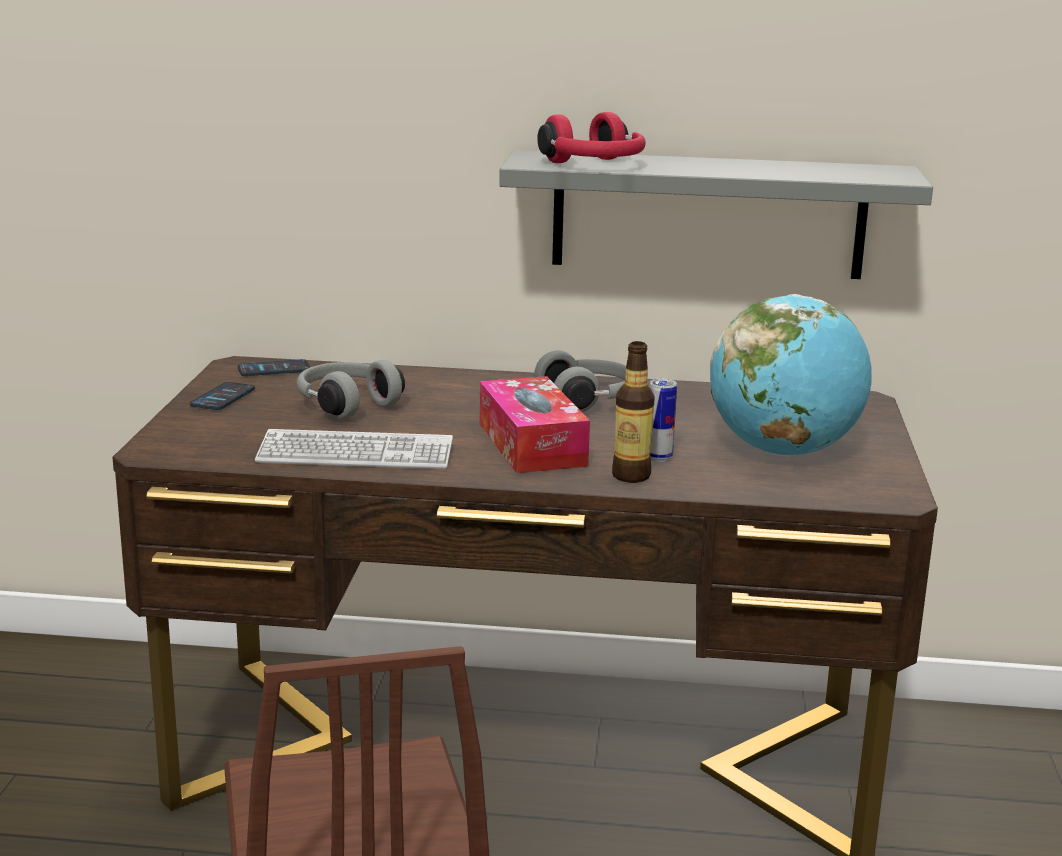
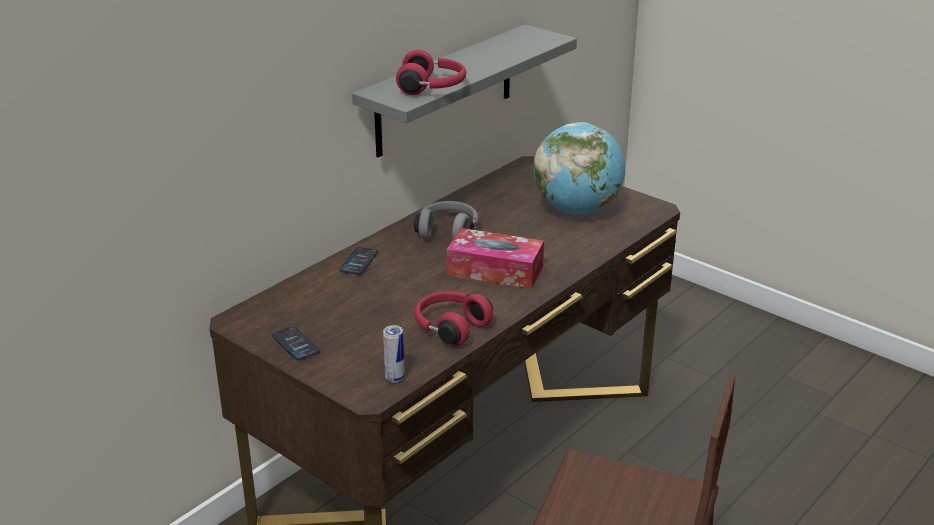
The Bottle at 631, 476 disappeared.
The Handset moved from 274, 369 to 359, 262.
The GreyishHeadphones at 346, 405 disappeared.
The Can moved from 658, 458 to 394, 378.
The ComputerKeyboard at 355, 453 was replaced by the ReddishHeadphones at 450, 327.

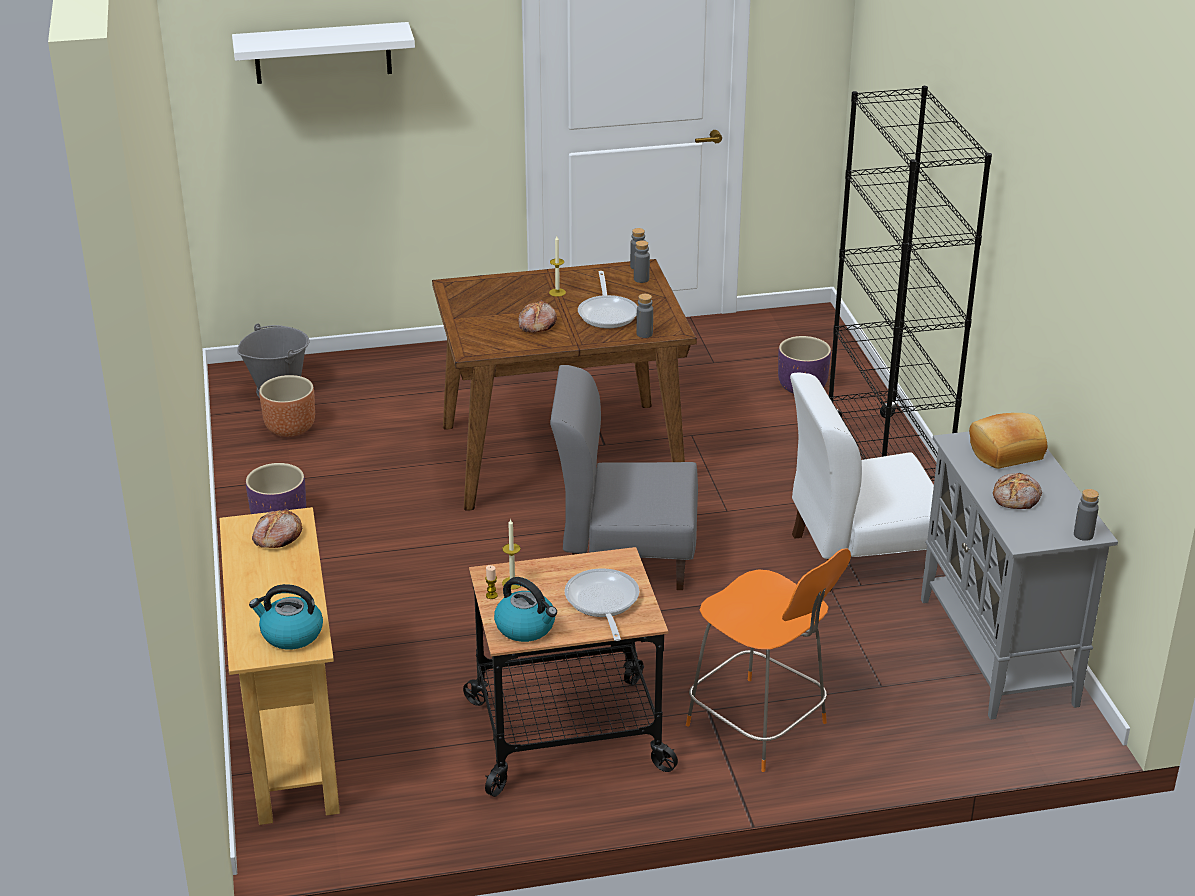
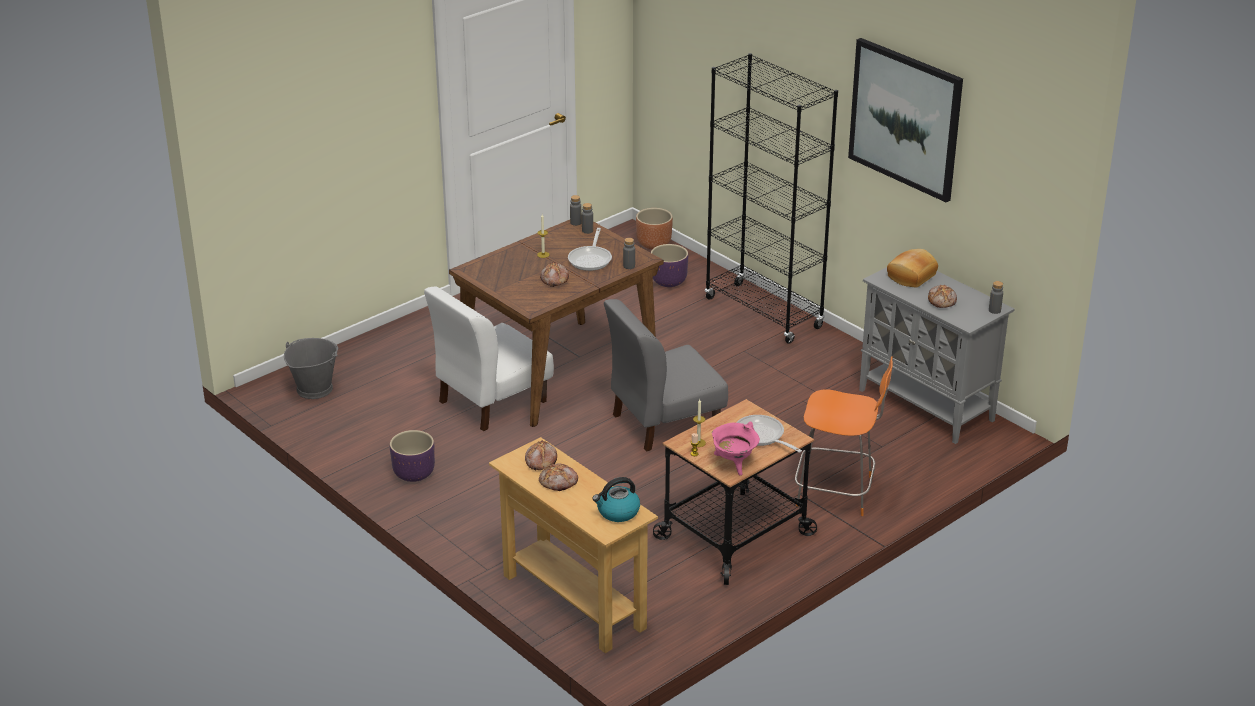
The WhitishWallShelf at 322, 53 disappeared.
The FryingPan at 608, 313 turned 45 degrees clockwise.
The WhitishPlainChair moved from 860, 555 to 491, 401.
The BrownColouredPlantPot moved from 291, 428 to 654, 244.
The TeaKettle at 526, 627 was replaced by the PinkCookingPot at 734, 464.
The WallPicture at 905, 118 appeared.
The BakedBread at 559, 482 appeared.

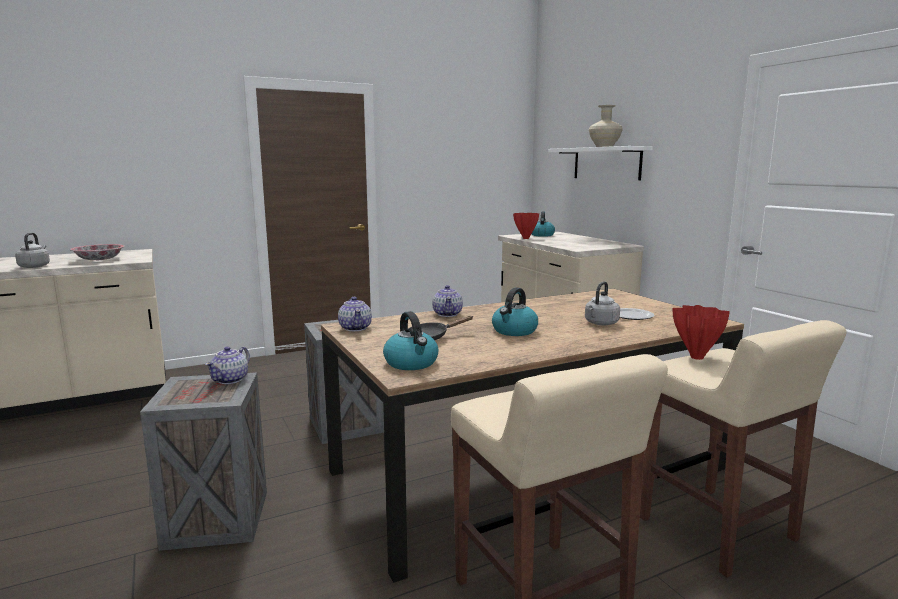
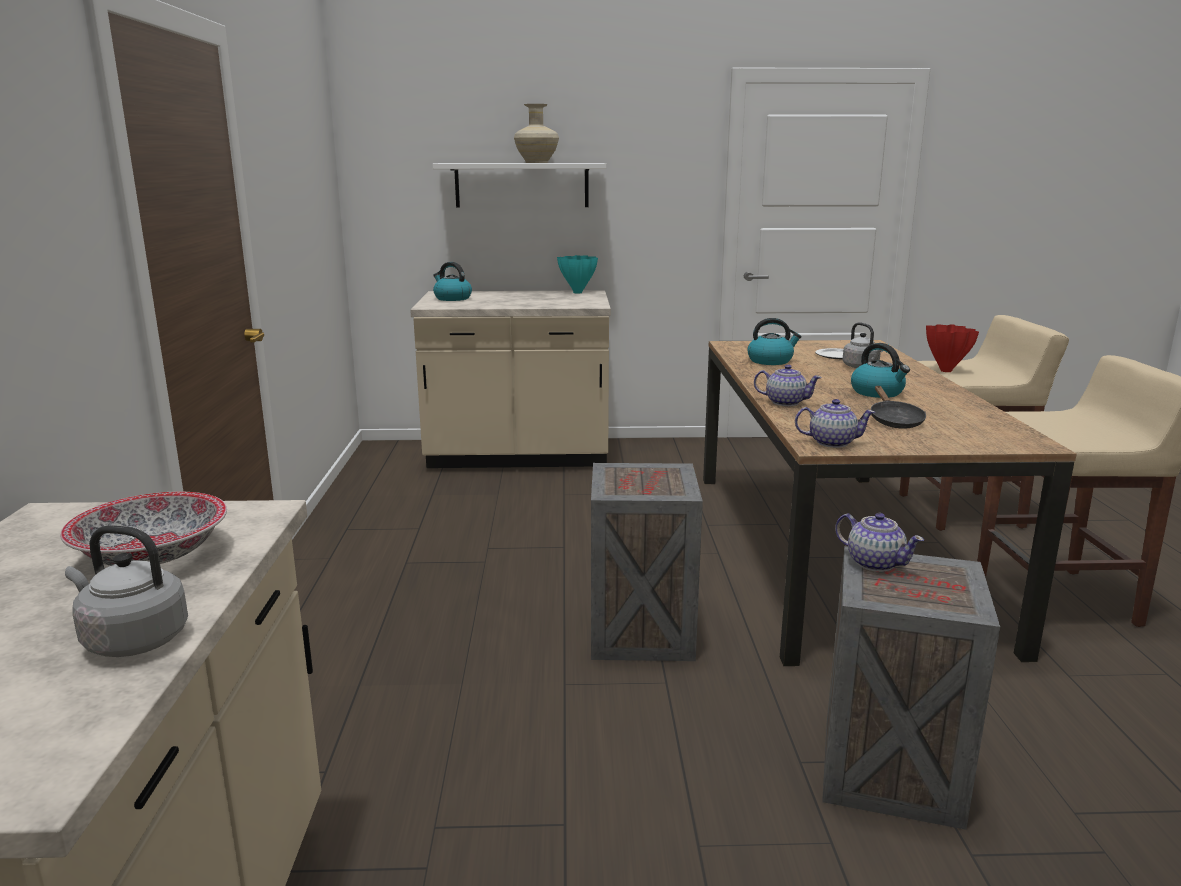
The ReddishFlowerVase at 525, 238 disappeared.
The TeaKettle moved from 411, 363 to 771, 361.
The BlueGreenFlowerVase at 578, 292 appeared.

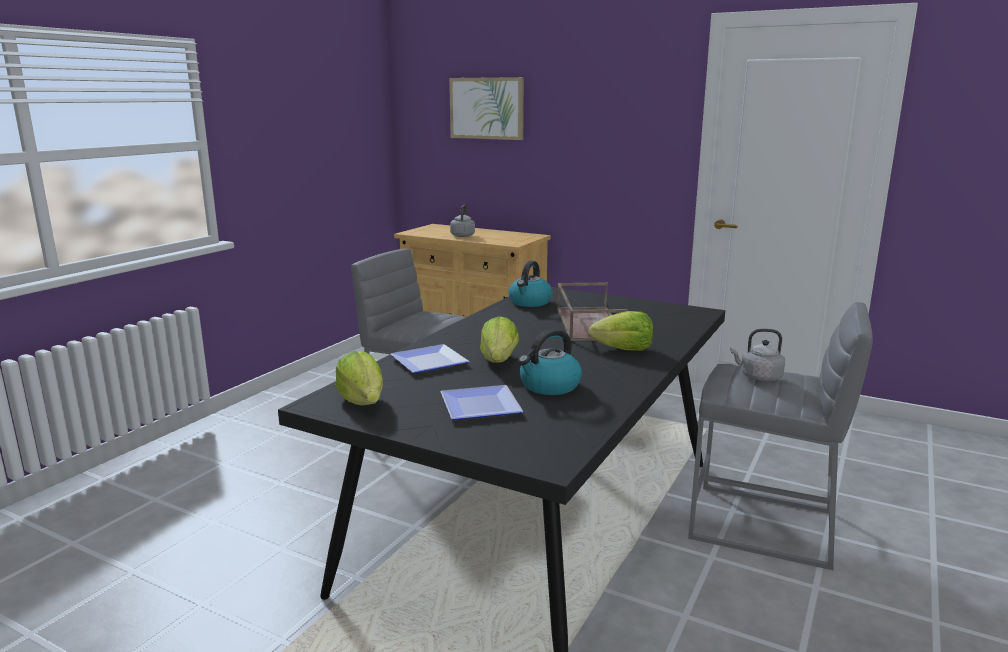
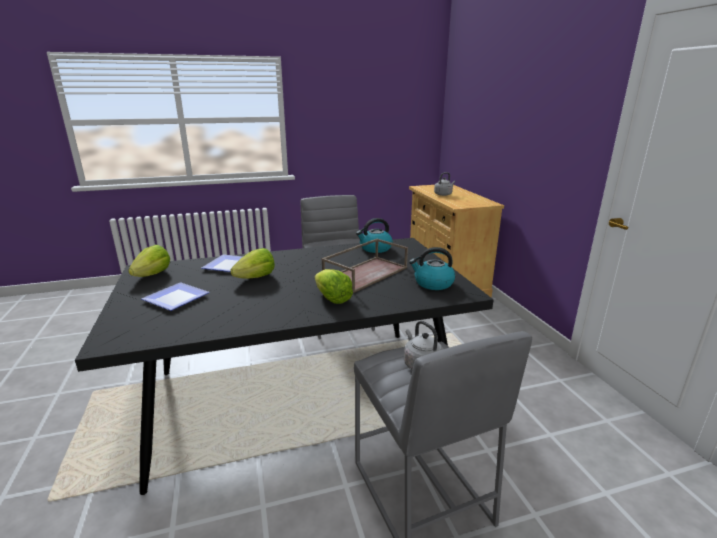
The WallPicture at 487, 108 disappeared.
The TeaKettle moved from 549, 386 to 433, 283.

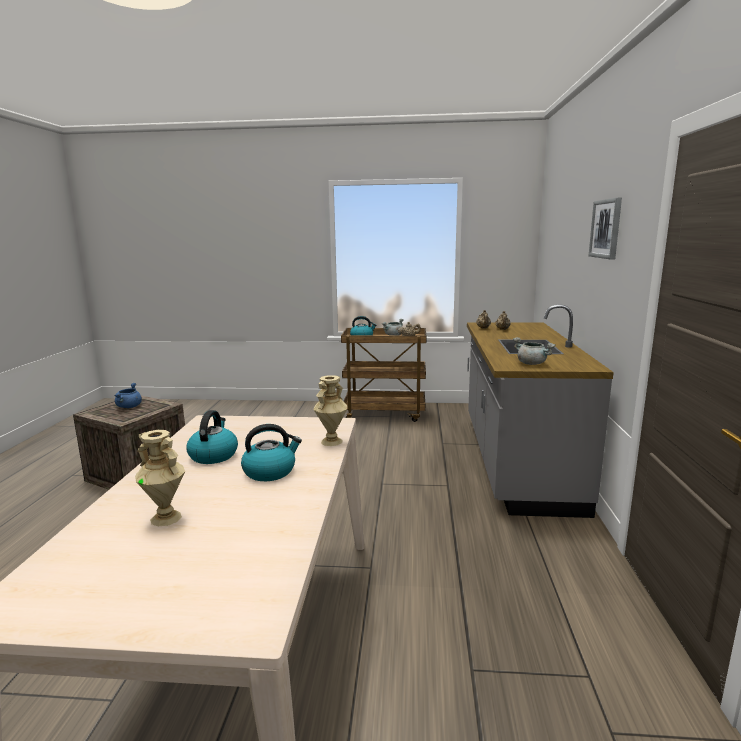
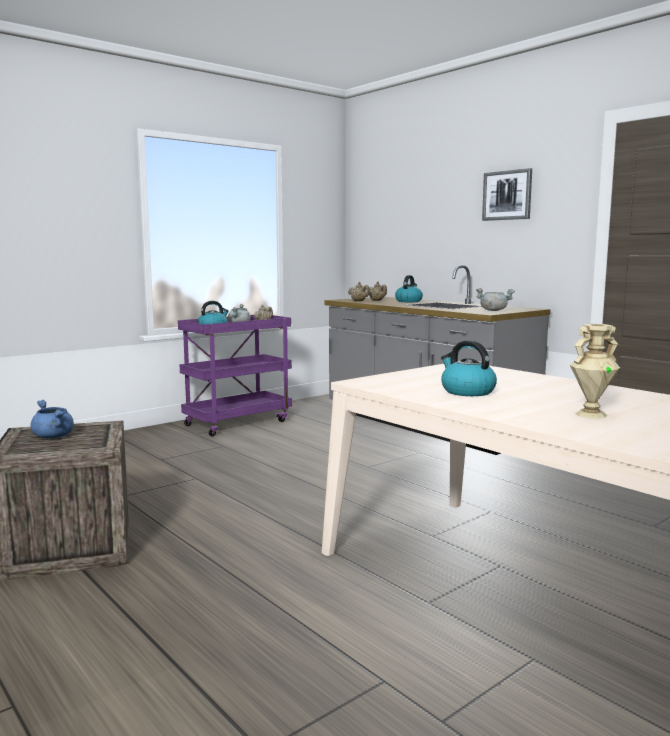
The BrownColouredWheeledCart at 385, 414 became the PurplishWheeledCart at 238, 423.
The BeigeColouredFlowerVase at 332, 441 disappeared.
The TeaKettle moved from 270, 471 to 408, 301.

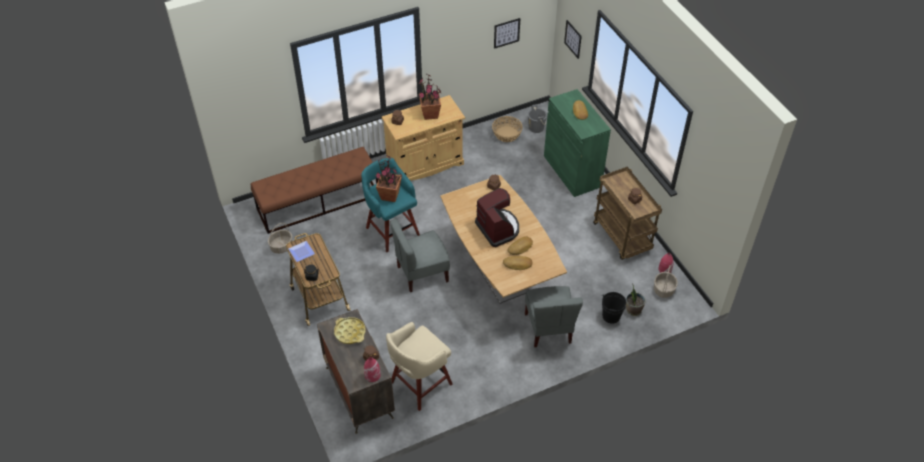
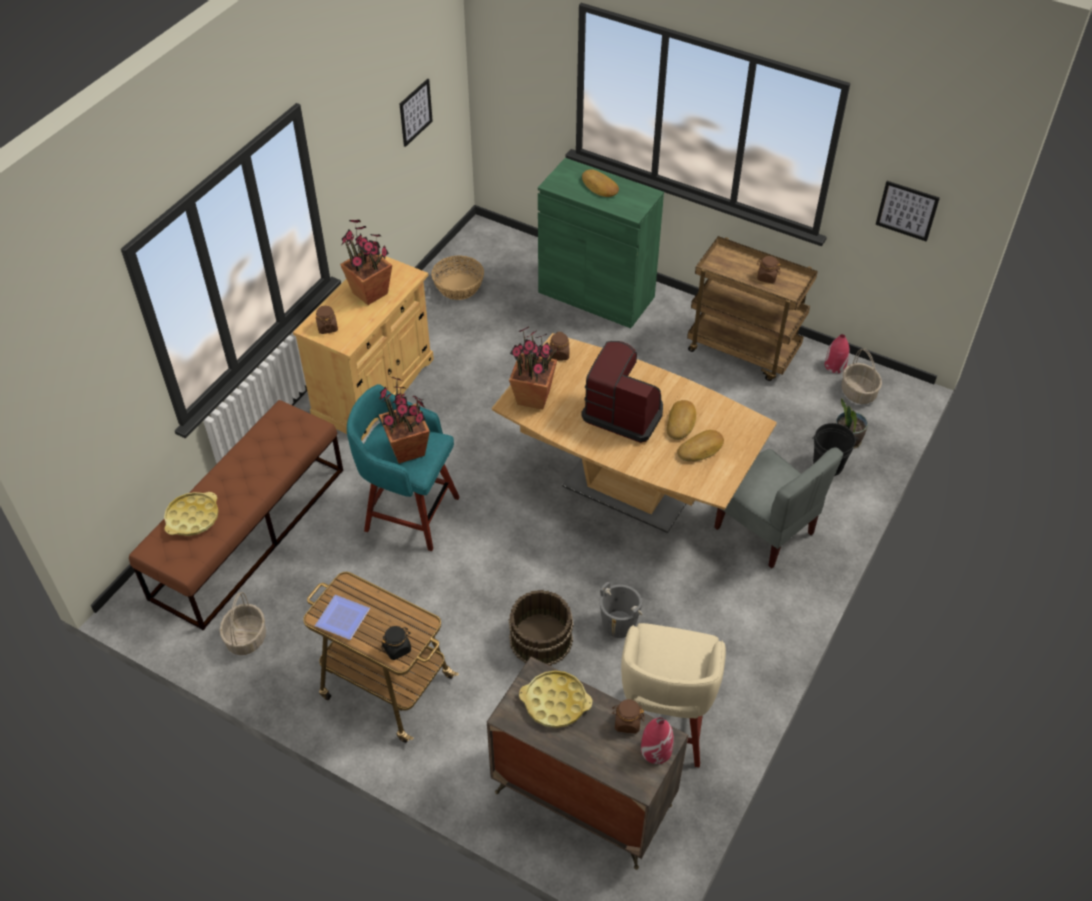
The WallPicture moved from 573, 39 to 907, 210.
The GreyishPail moved from 536, 127 to 619, 624.
The GreyishPlainChair at 422, 273 disappeared.
The PlantInAPot at 534, 397 appeared.
The YellowishServingTray at 192, 517 appeared.
The BrownColouredPail at 540, 638 appeared.

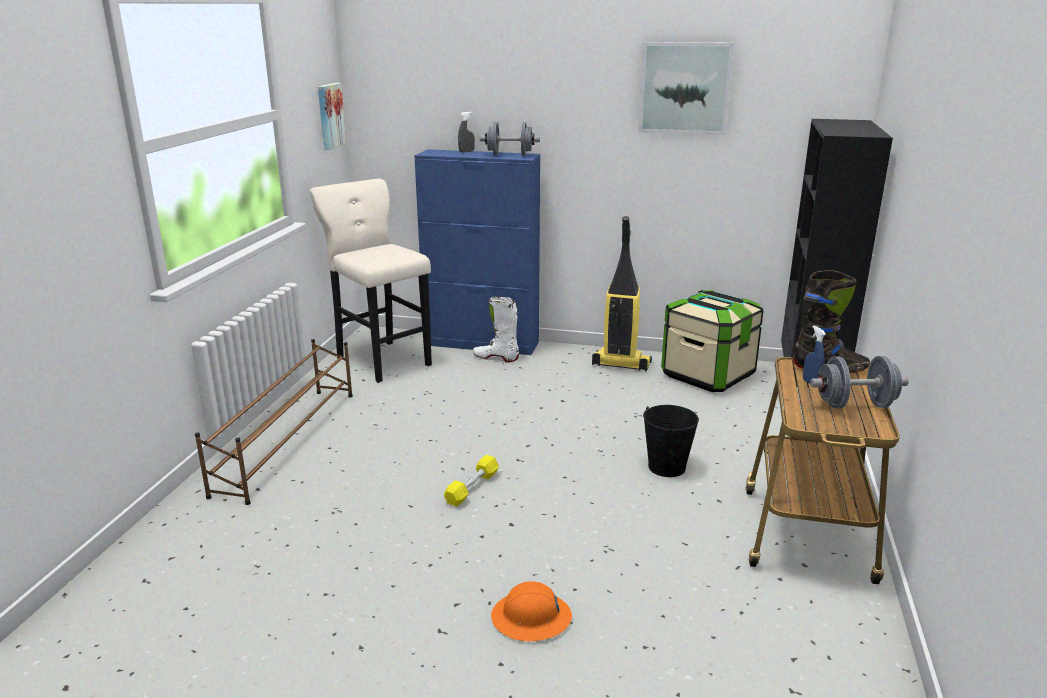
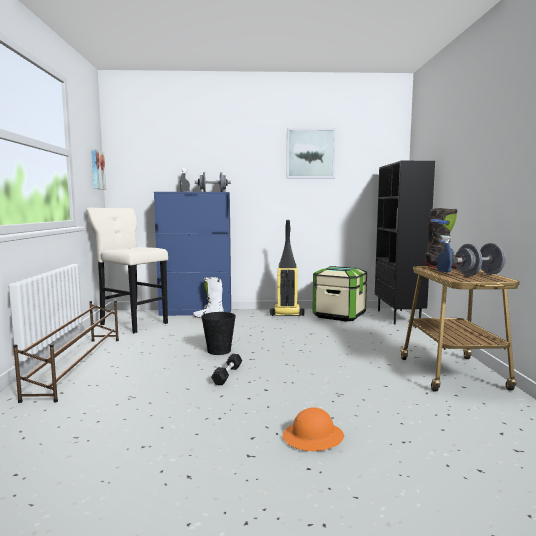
The BlackPail moved from 666, 467 to 219, 350.
The YellowishHandWeight at 472, 488 became the BlackHandWeight at 227, 375.

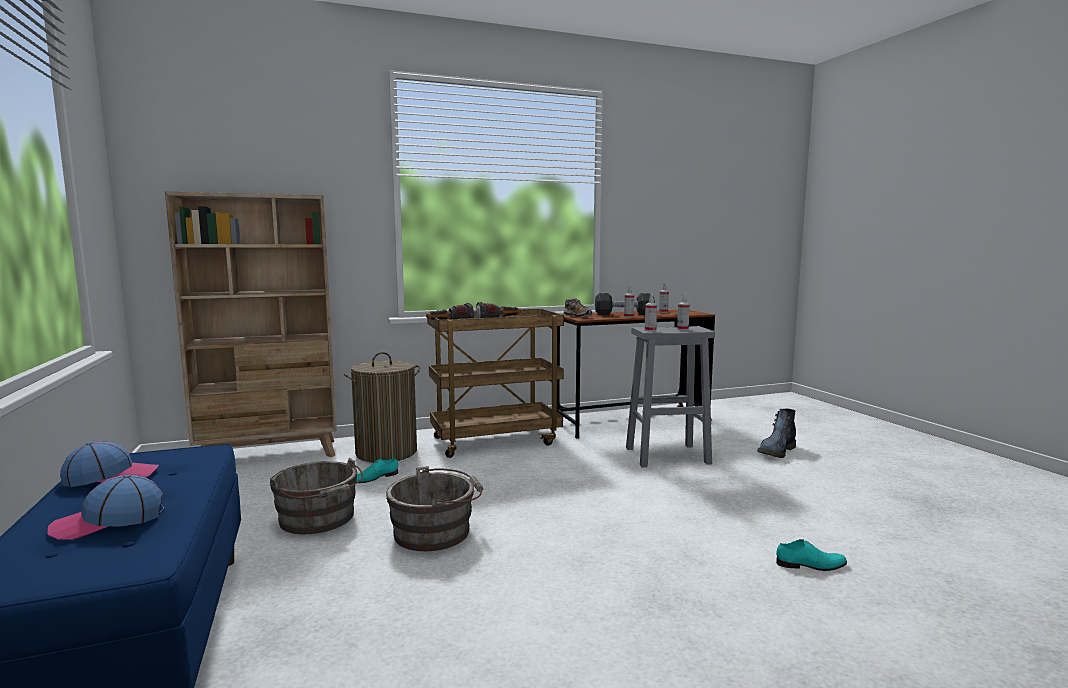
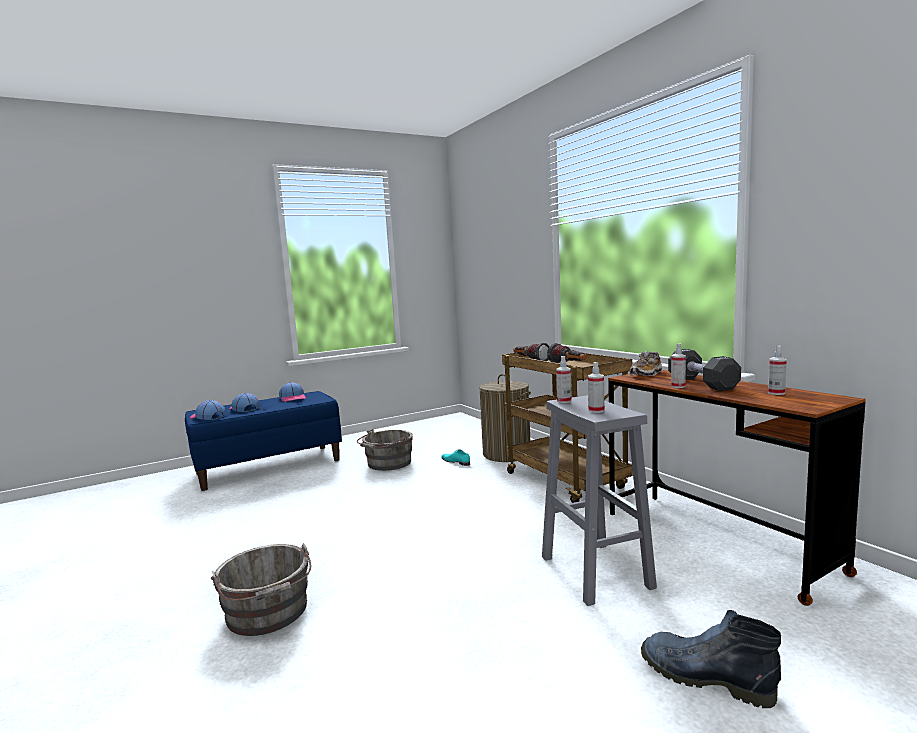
The BeigeColouredShelvingUnit at 270, 455 disappeared.
The GreyishPail moved from 436, 532 to 268, 613.
The BlueGreenShoe at 811, 565 disappeared.
The Cap at 207, 416 appeared.

